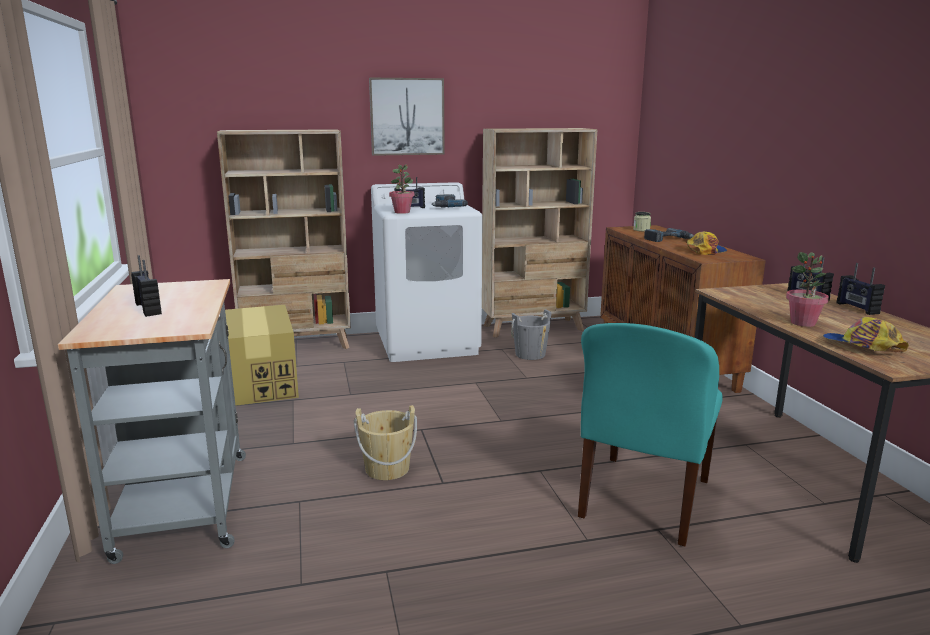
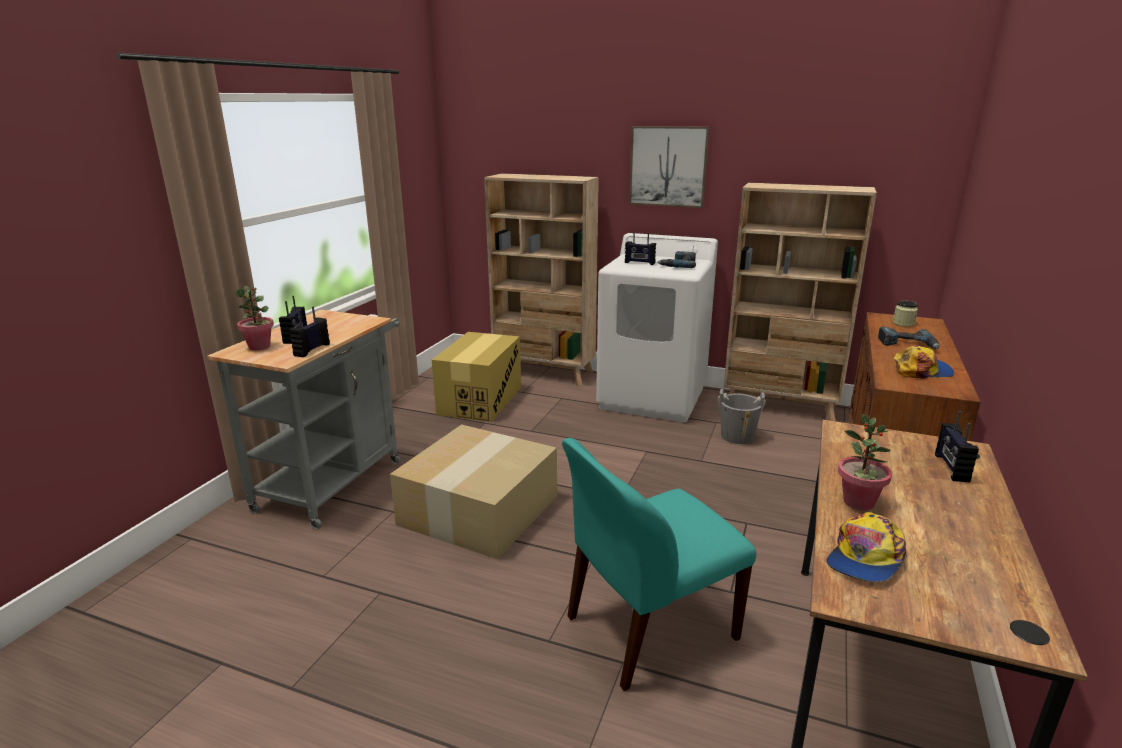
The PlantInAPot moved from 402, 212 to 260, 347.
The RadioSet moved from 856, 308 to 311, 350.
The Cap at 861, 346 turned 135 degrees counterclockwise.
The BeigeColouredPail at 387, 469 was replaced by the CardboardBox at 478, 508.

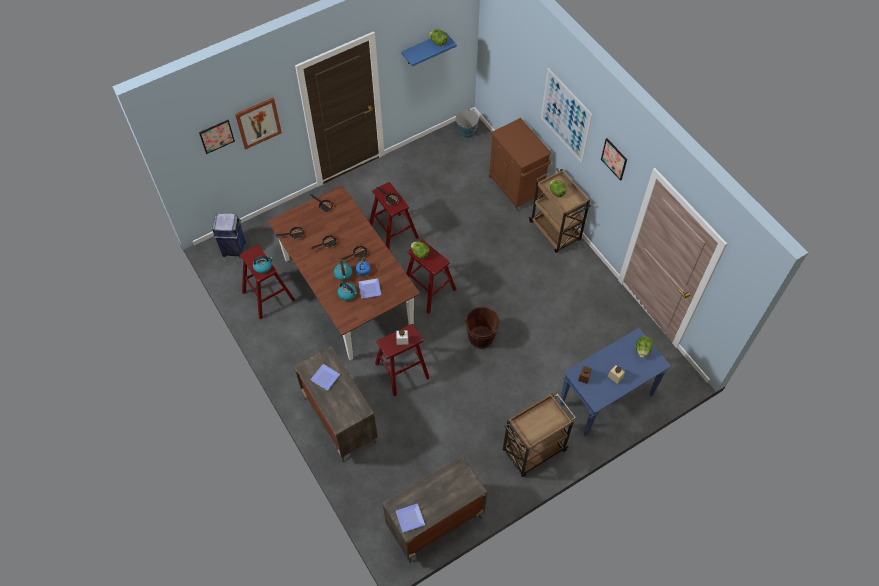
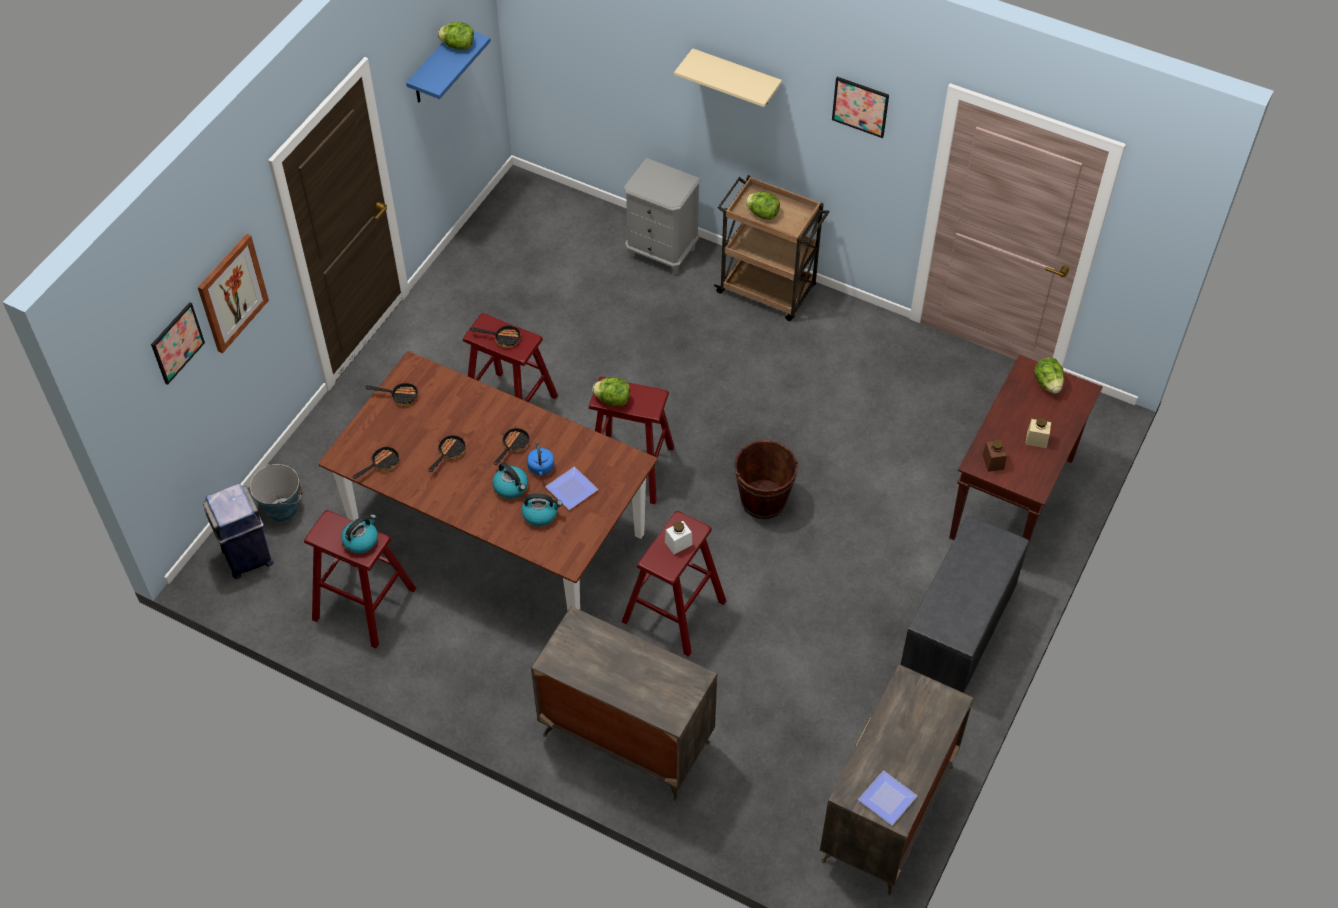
The WallPicture at 565, 116 was replaced by the BeigeColouredWallShelf at 736, 78.
The Pail moved from 466, 133 to 282, 509.
The BrownColouredCabinet at 516, 188 was replaced by the GreyishBedsideTable at 662, 251.
The BlueHallTable at 605, 400 became the BrownColouredHallTable at 1012, 500.
The DinnerPlate at 325, 376 disappeared.
The BrownColouredWheeledCart at 533, 451 was replaced by the GreyishLongSeat at 959, 628.

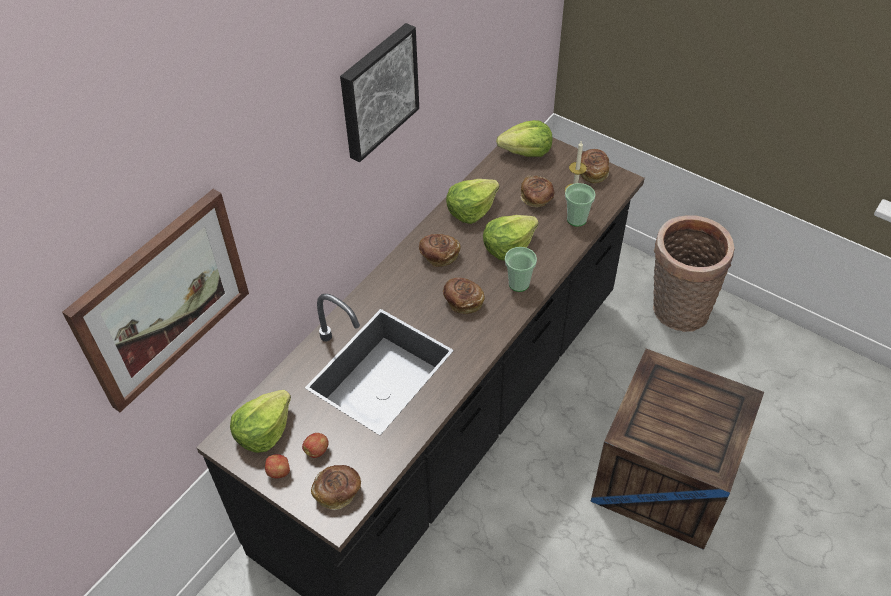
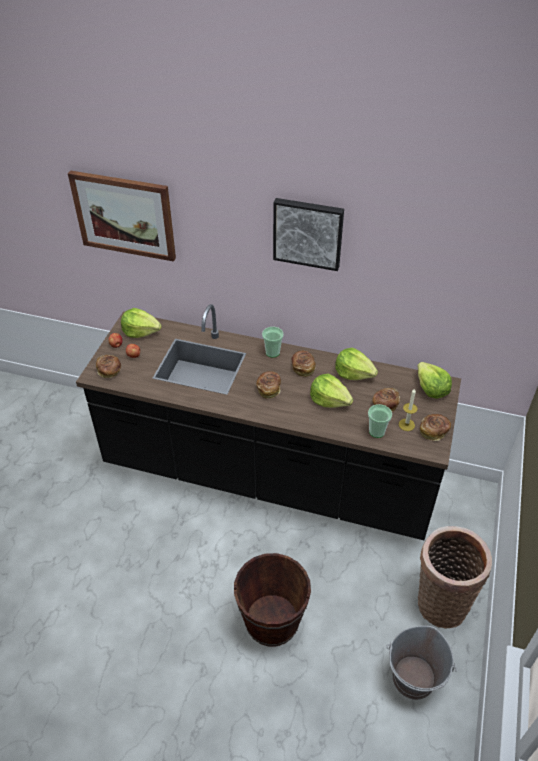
The Cup moved from 519, 283 to 272, 352.
The ShippingCrate at 664, 477 was replaced by the BrownColouredPail at 272, 621.
The GreyishPail at 414, 679 appeared.

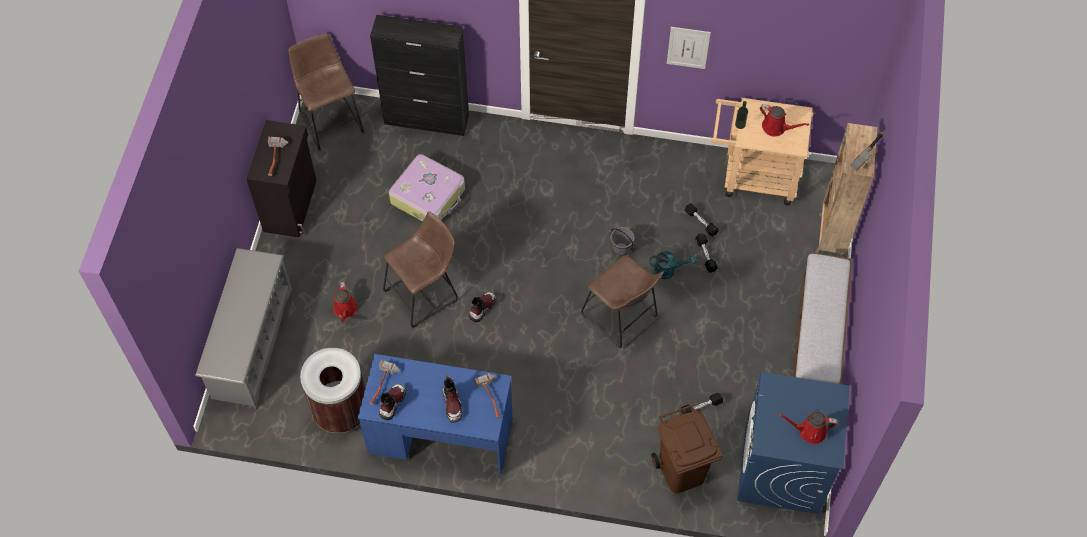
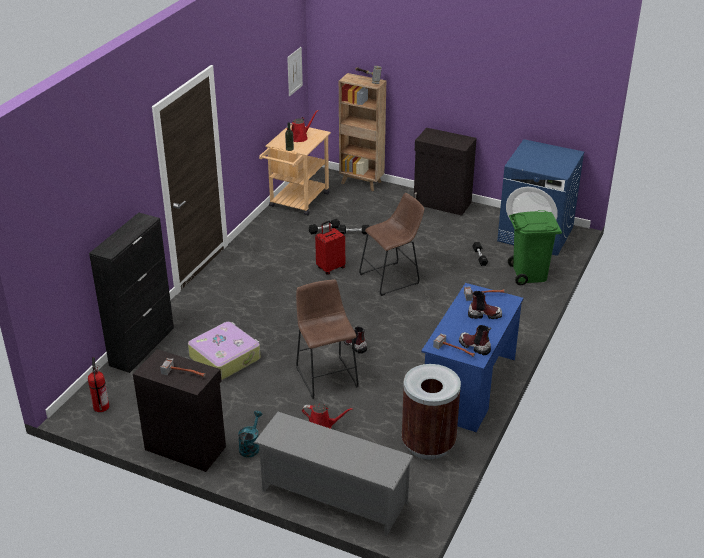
The WallPicture moved from 688, 47 to 294, 71.
The BrownColouredStool at 330, 120 was replaced by the Extinguisher at 101, 406.
The GreyishPail at 621, 249 was replaced by the ReddishPieceOfLuggage at 330, 268.
The BlueGreenSprinklingCan moved from 668, 270 to 250, 446.
The LongSeat at 816, 341 was replaced by the BlackCabinet at 442, 203.
The BrownColouredTrashCan at 680, 472 became the GreenTrashCan at 529, 275.
The ReddishSprinklingCan at 809, 431 disappeared.

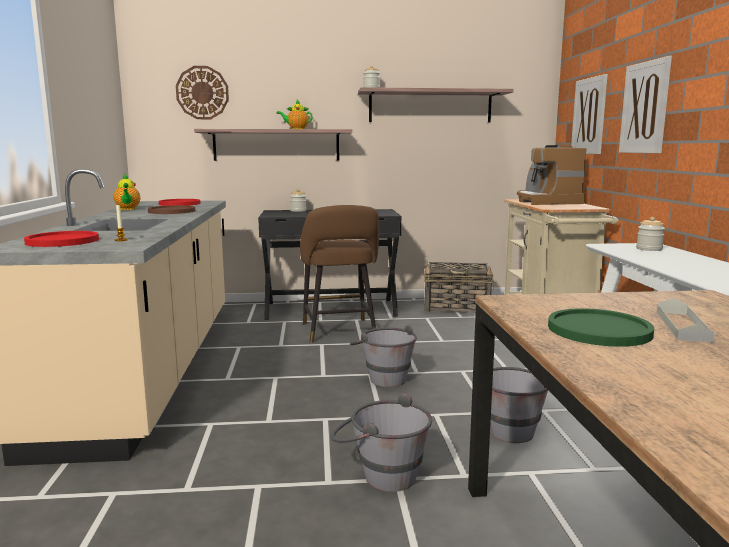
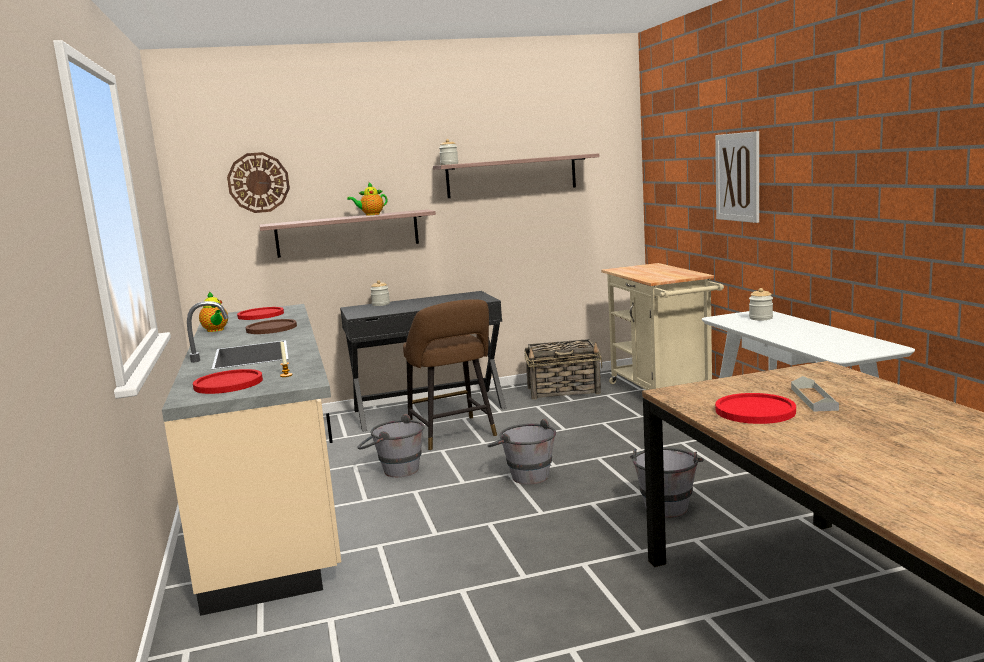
The WallPicture at 589, 116 disappeared.
The CoffeeBrewer at 545, 201 disappeared.
The GreenDinnerPlate at 599, 330 became the ReddishDinnerPlate at 755, 410.
The GreyishPail moved from 380, 474 to 394, 470.

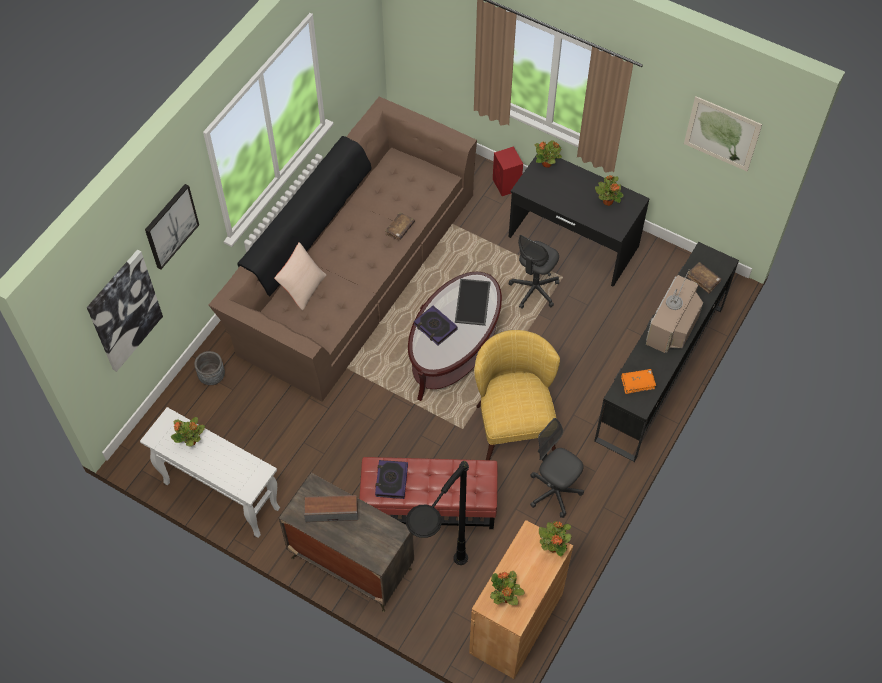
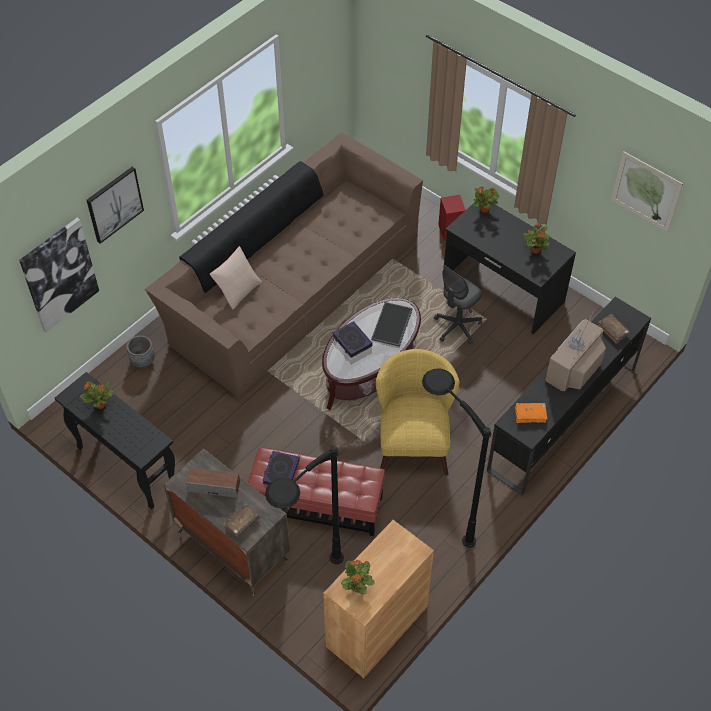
The BrownColouredBook moved from 400, 229 to 241, 523.
The WhitishHallTable at 220, 495 became the BlackHallTable at 126, 466.
The GreyishDeskChair at 554, 492 was replaced by the BlackStandingLamp at 438, 511.
The PlantInAPot at 553, 546 disappeared.

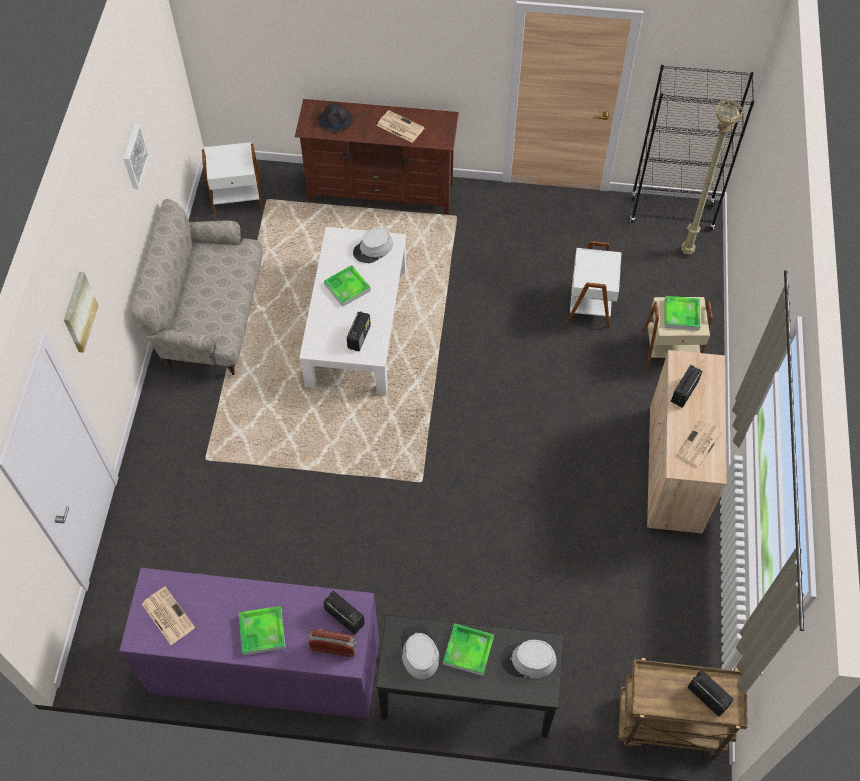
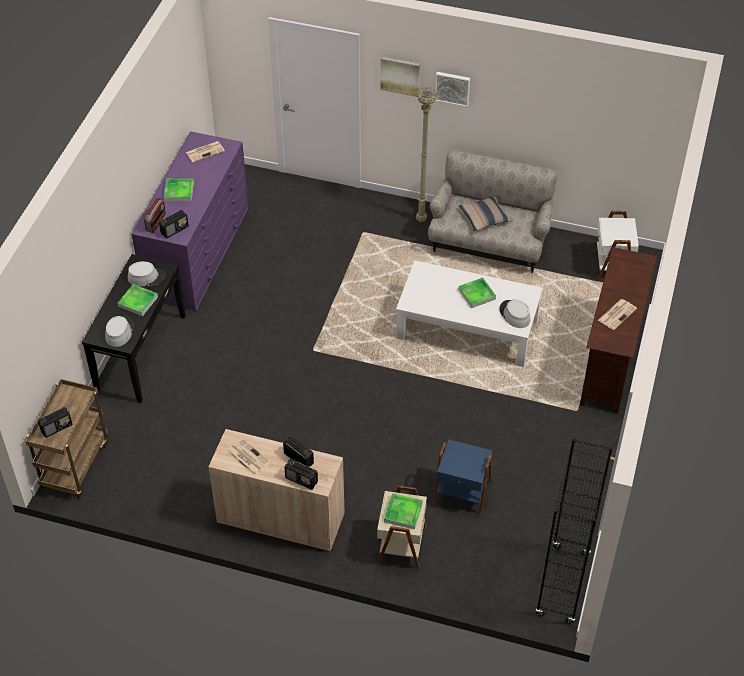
The BeigeColouredStandingLamp moved from 686, 251 to 422, 220.
The BlackWearableHat at 336, 120 disappeared.
The WallPicture moved from 133, 156 to 452, 88.
The WhitishAccentTable at 590, 304 became the BlueAccentTable at 462, 493.
The RadioSet moved from 359, 337 to 301, 480.
The Cushion at 484, 217 appeared.

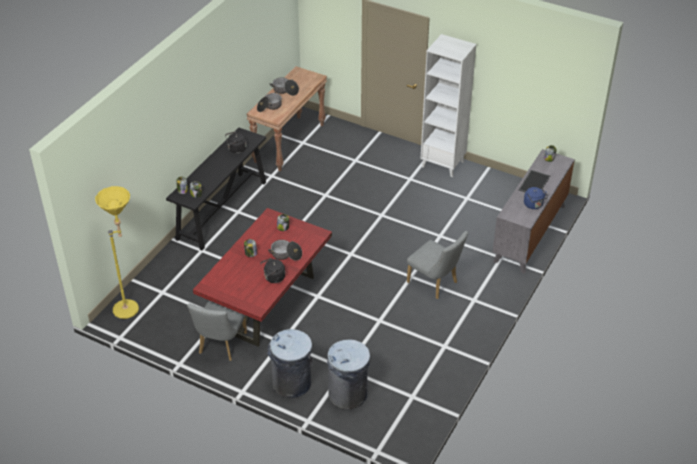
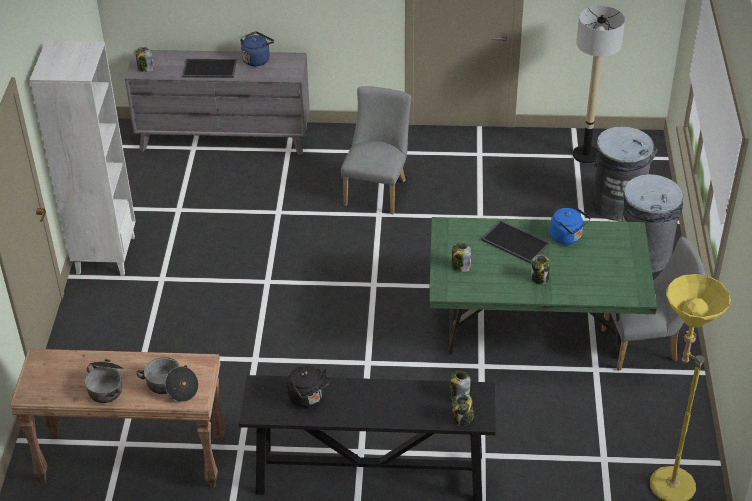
The ReddishKitchenTable at 267, 304 became the GreenKitchenTable at 534, 330.
The CookingPot at 286, 255 was replaced by the ServingTray at 514, 242.
The BlackTeaKettle at 273, 278 became the BlueTeaKettle at 567, 237.
The StandingLamp at 586, 154 appeared.

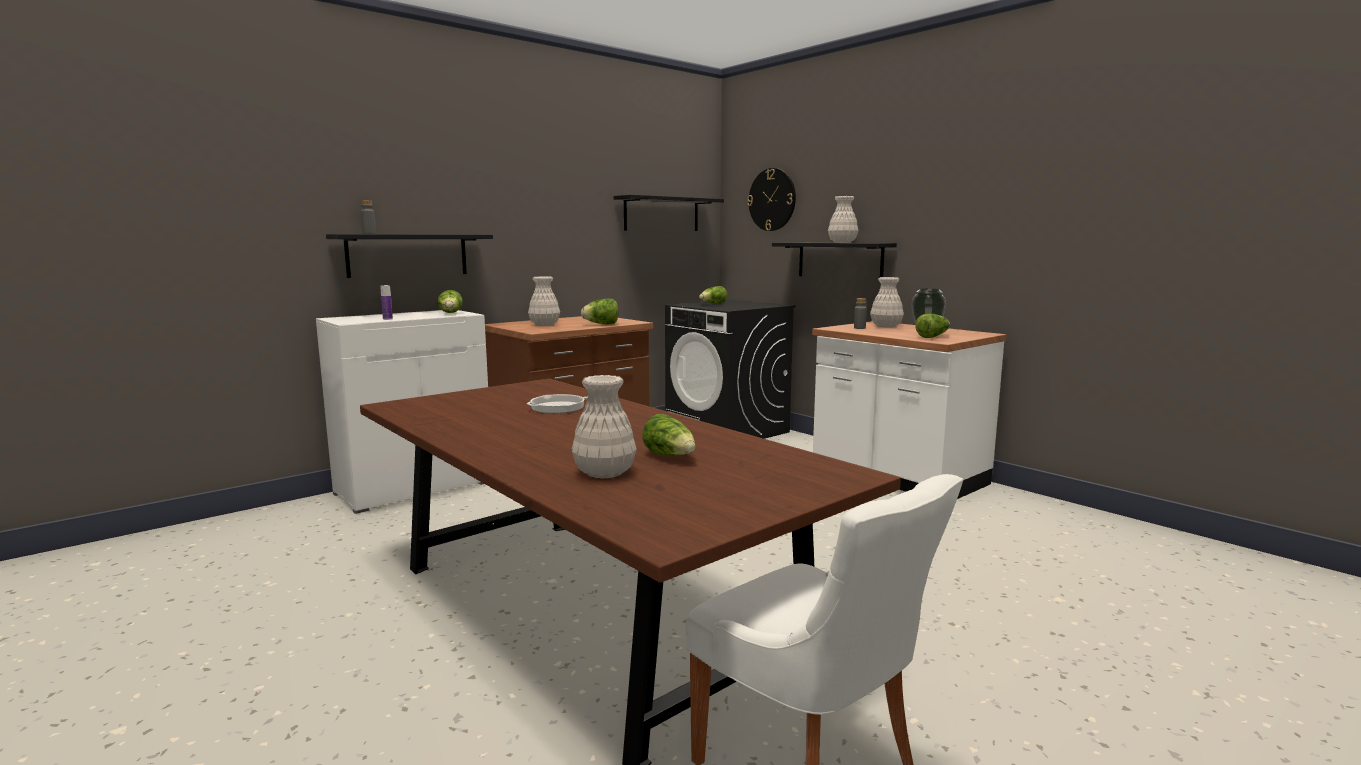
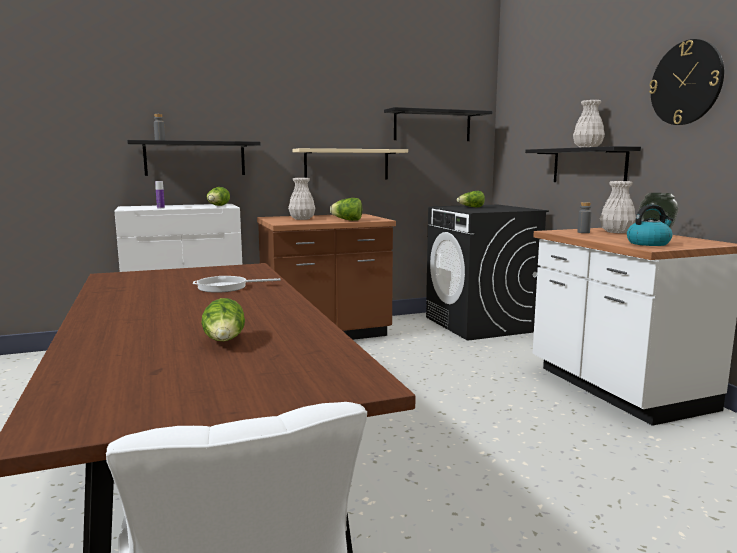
The HangingClock moved from 772, 199 to 686, 83.
The Lettuce at 932, 337 was replaced by the TeaKettle at 648, 243.
The WhitishFlowerVase at 605, 473 disappeared.
The BeigeColouredWallShelf at 346, 164 appeared.

